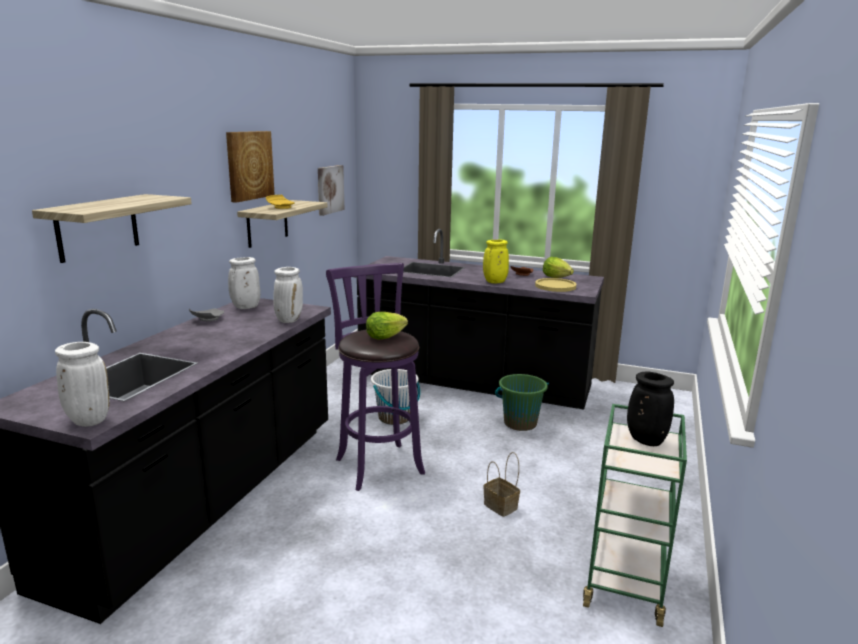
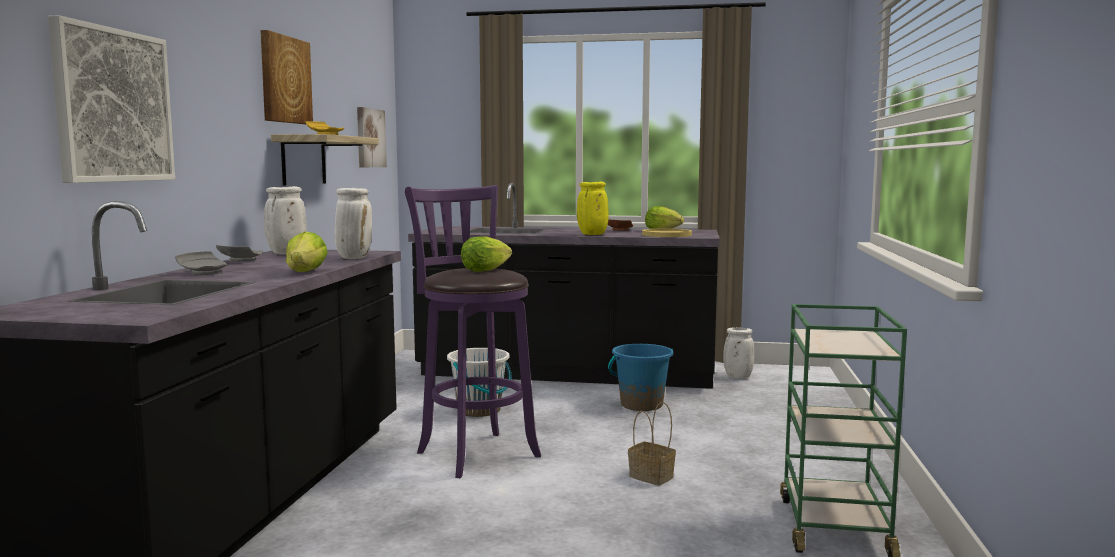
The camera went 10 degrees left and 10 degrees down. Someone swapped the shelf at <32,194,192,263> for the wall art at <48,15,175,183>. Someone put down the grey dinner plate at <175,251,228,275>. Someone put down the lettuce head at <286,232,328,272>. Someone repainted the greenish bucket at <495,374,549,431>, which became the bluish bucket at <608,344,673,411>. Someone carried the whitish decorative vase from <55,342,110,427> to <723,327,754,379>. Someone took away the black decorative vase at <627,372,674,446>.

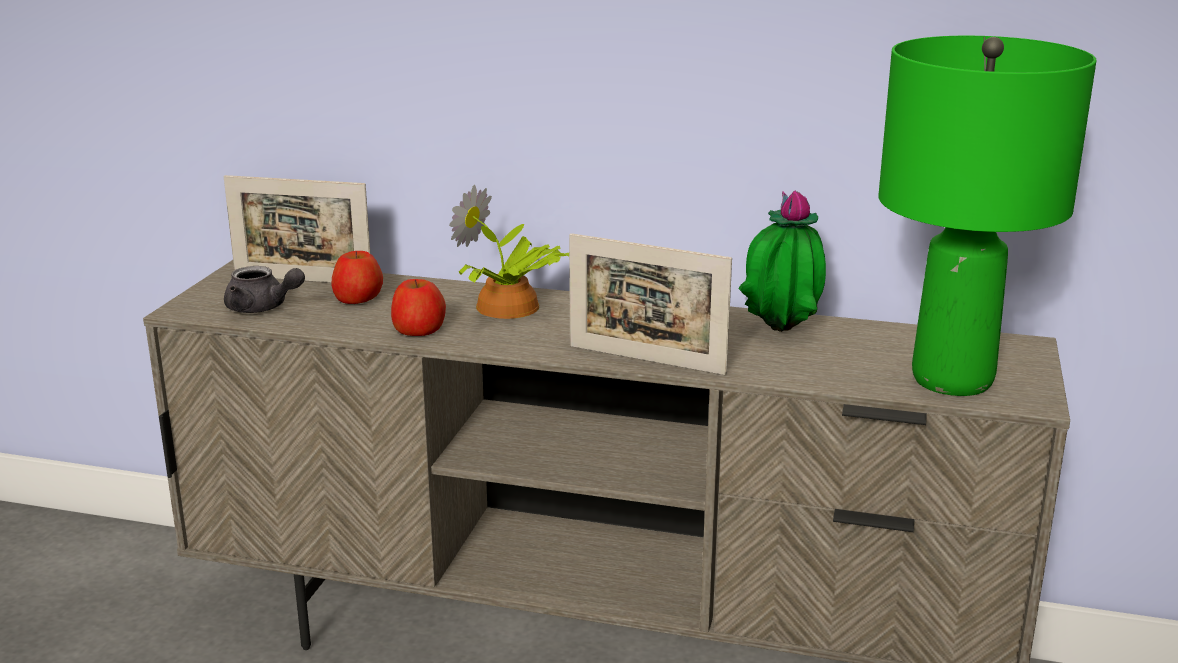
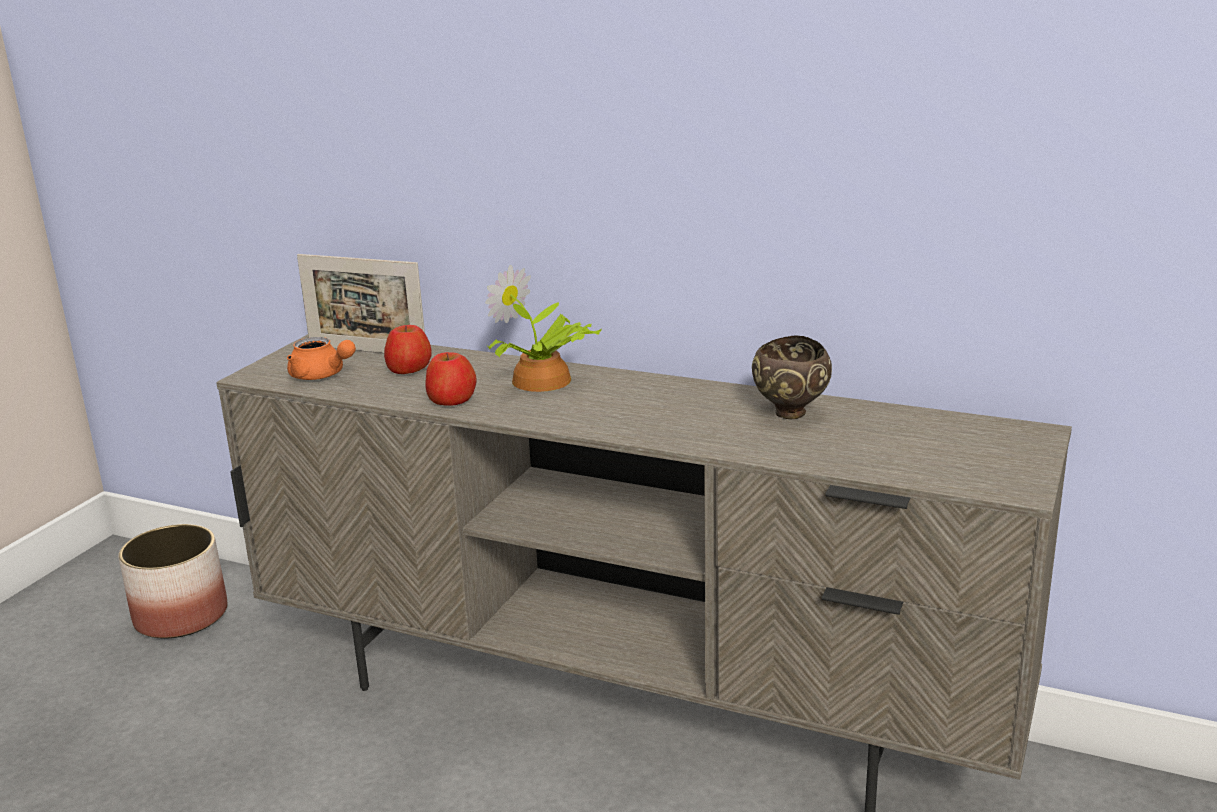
The camera went 10 degrees right and 0 degrees up. Someone put down the planter at <118,524,228,639>. Someone repainted the grey tea pot at <224,266,305,313>, which became the orange tea pot at <287,337,356,380>. Someone swapped the plant in a pot at <738,190,826,332> for the brown deep dish at <752,335,832,419>. Someone took away the picture frame at <569,233,732,375>. Someone took away the greenish table lamp at <878,36,1097,396>.

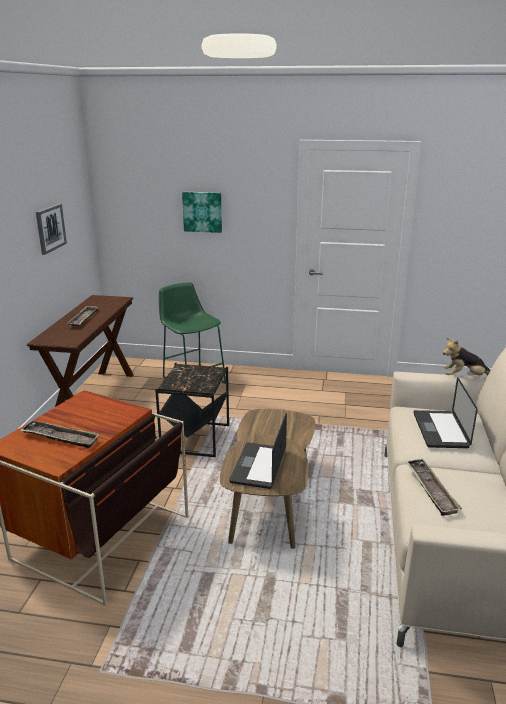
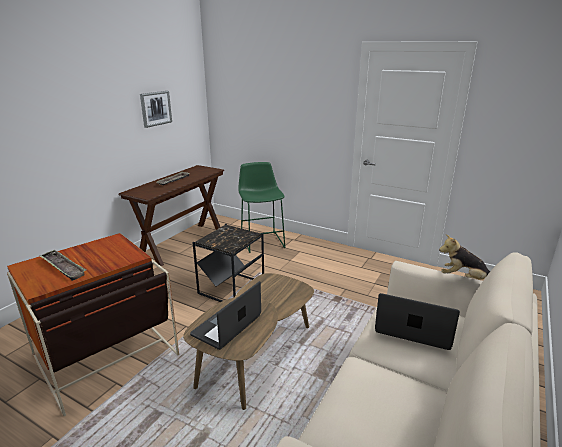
The camera went 20 degrees right and 0 degrees up. Someone rotated the portable computer at <413,377,478,448> by 90 degrees clockwise. Someone took away the wall art at <182,192,222,233>. Someone took away the carrying tray at <405,459,462,516>.

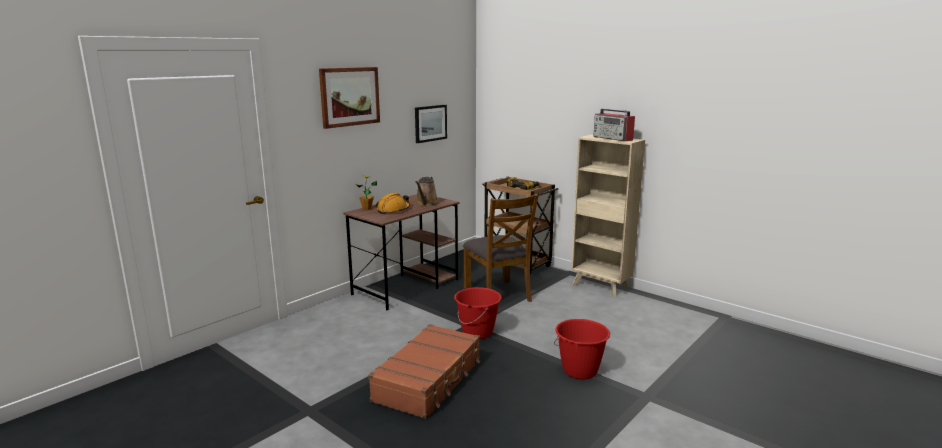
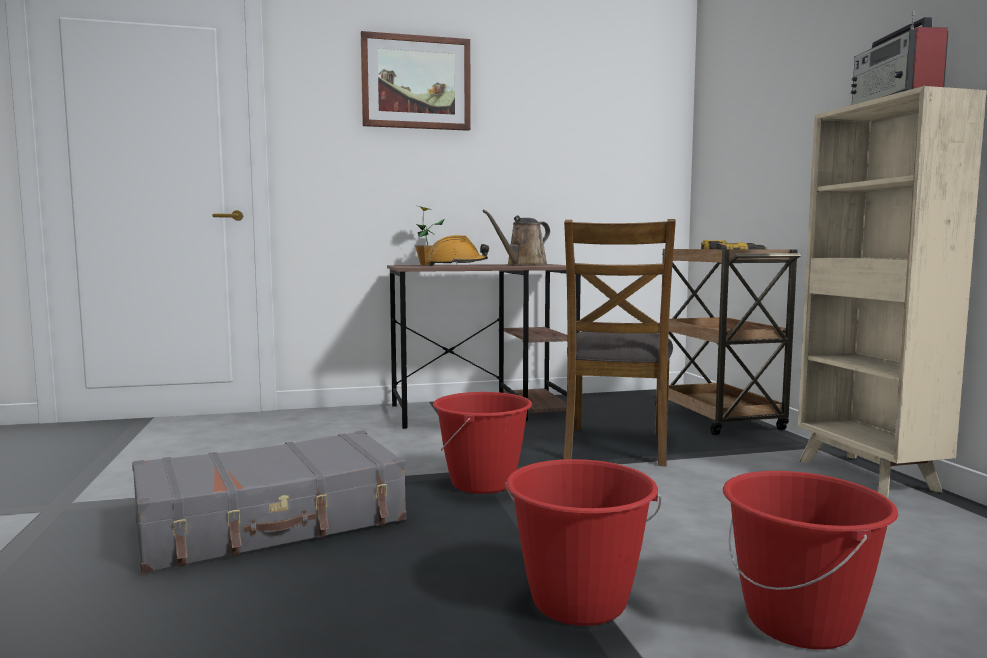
The camera went 35 degrees right and 10 degrees down. Someone repainted the brown travel case at <368,324,480,419>, which became the grey travel case at <132,431,406,574>. Someone put down the red-coloured bucket at <723,471,898,650>. Someone took away the wall art at <415,105,447,143>.

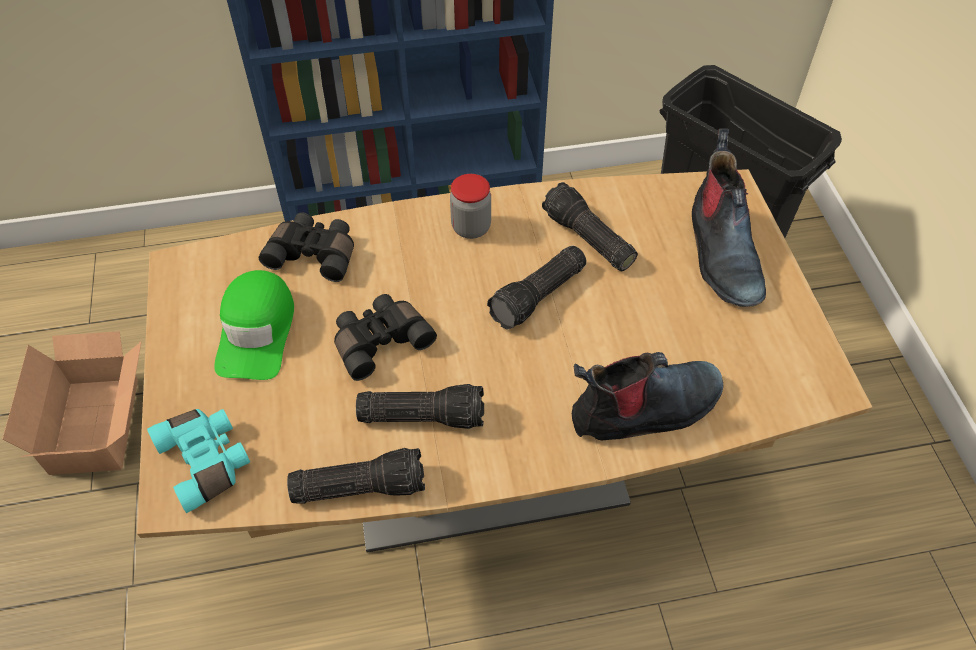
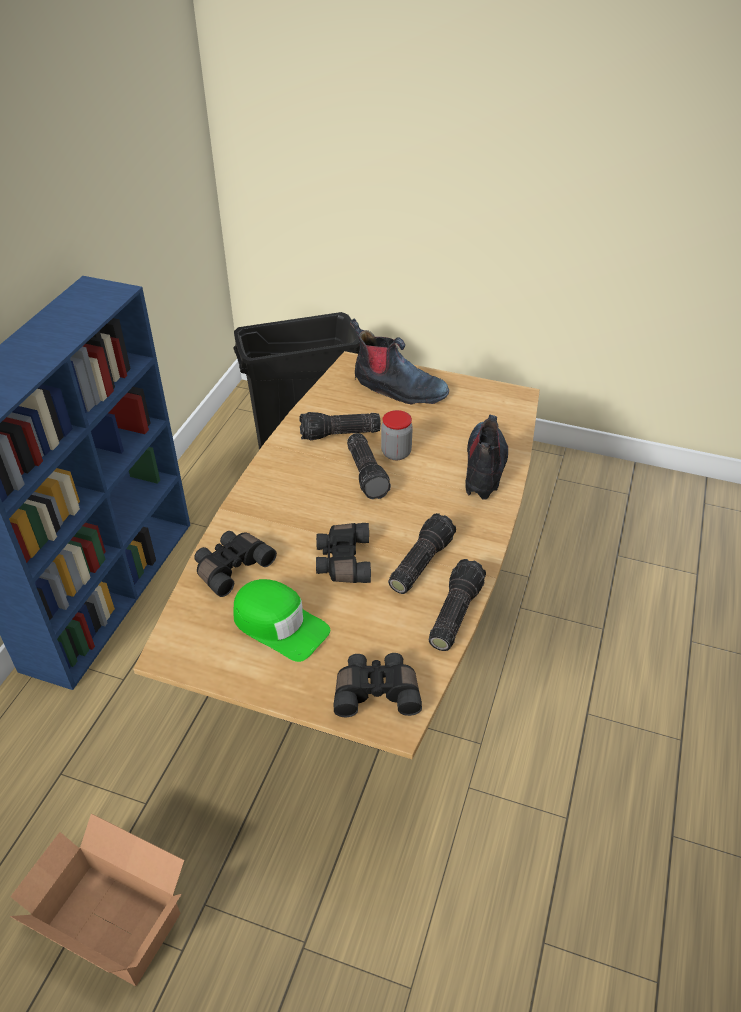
The camera went 60 degrees left and 10 degrees down. Someone repainted the turquoise-coloured field glasses at <147,409,250,513>, which became the black field glasses at <334,653,422,717>. Someone carried the storage jar from <450,174,491,239> to <381,410,413,460>.

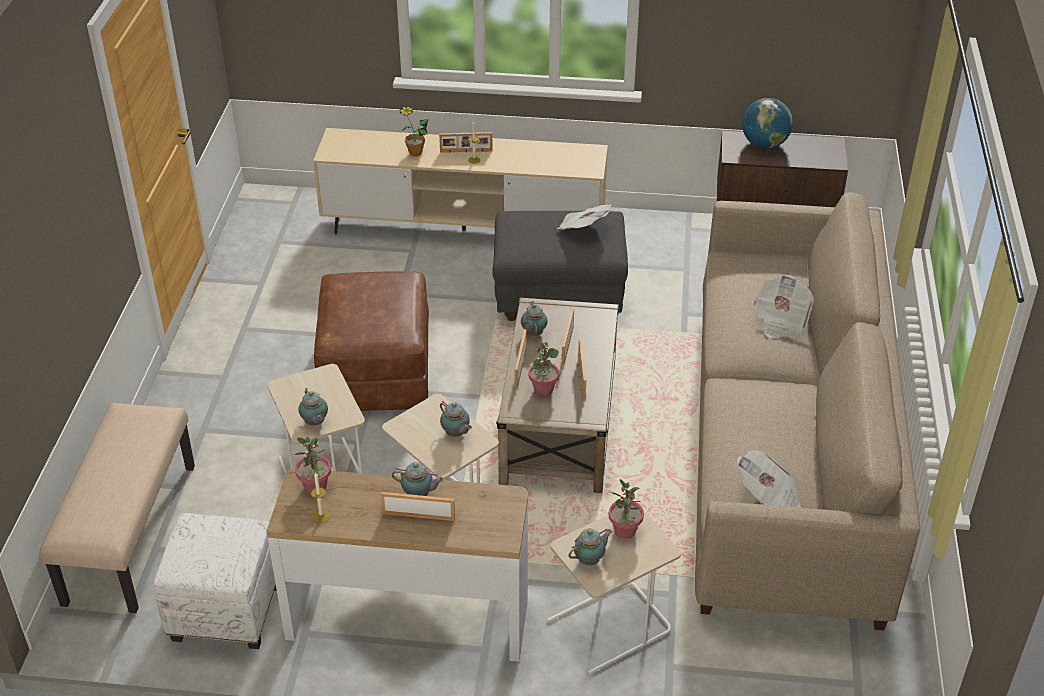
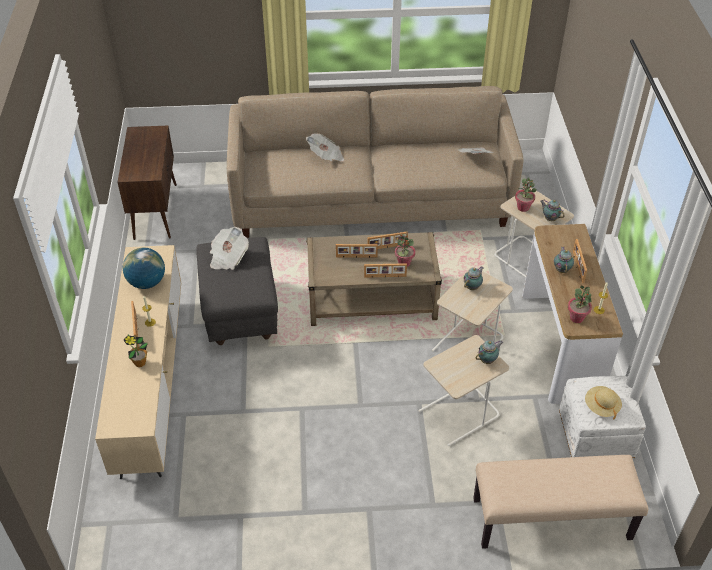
The camera went 100 degrees left and 5 degrees up. Someone carried the desk globe from <742,98,793,149> to <122,247,165,289>. Someone put down the sand-coloured clothing hat at <585,386,622,420>. Someone took away the brown ottoman at <314,271,429,411>. Someone took away the tea pot at <521,301,547,336>.

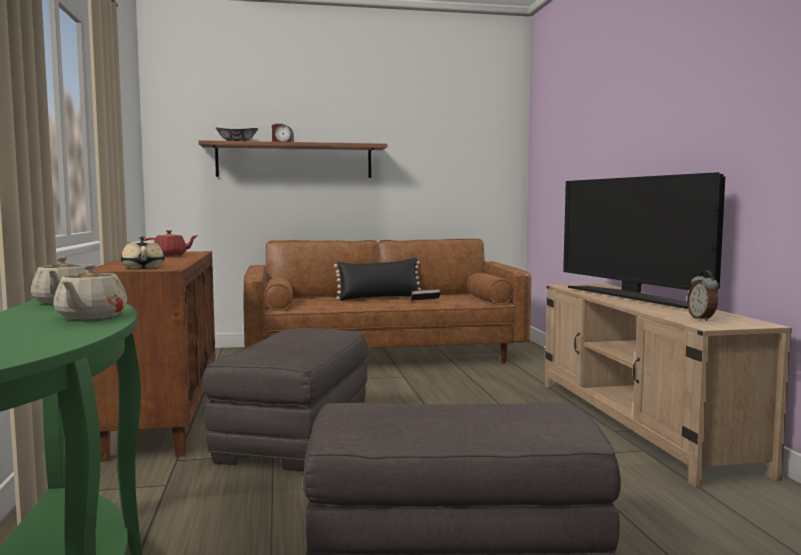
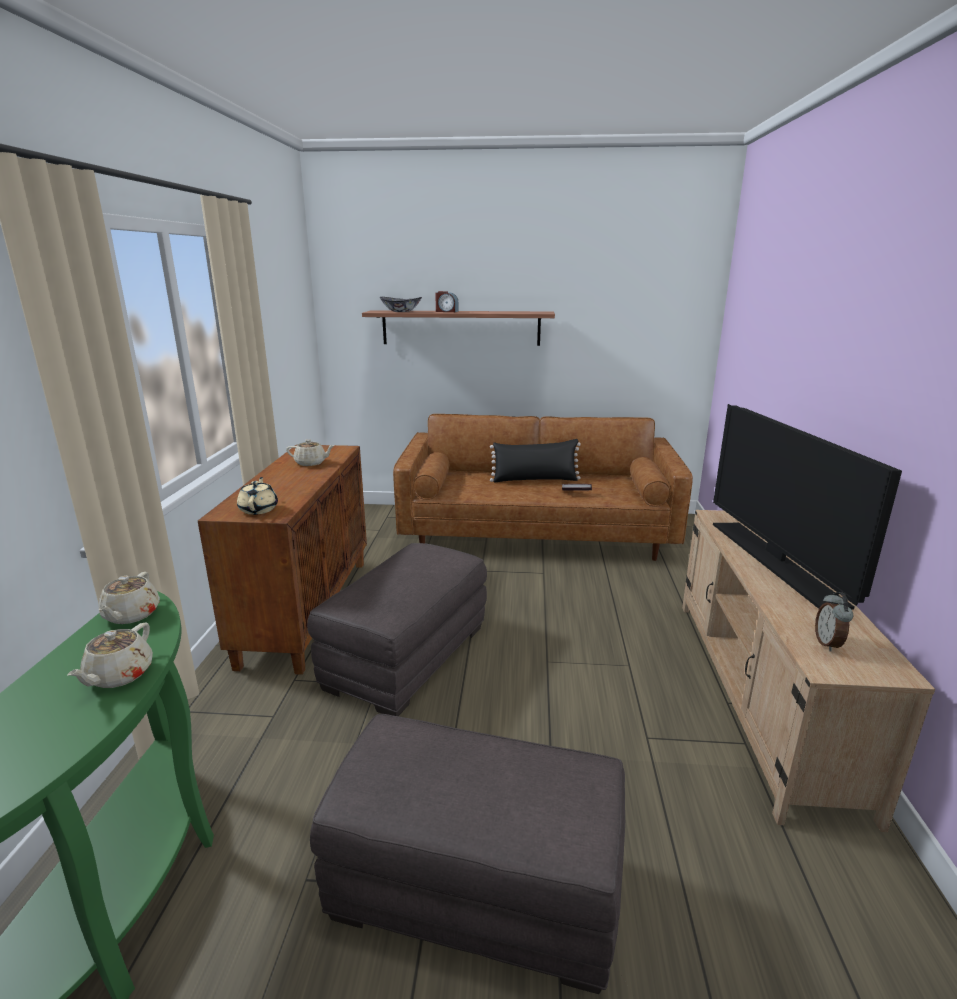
The camera went 15 degrees right and 15 degrees up. Someone repainted the red-coloured tea pot at <144,230,198,256>, which became the sand-coloured tea pot at <286,439,335,466>.

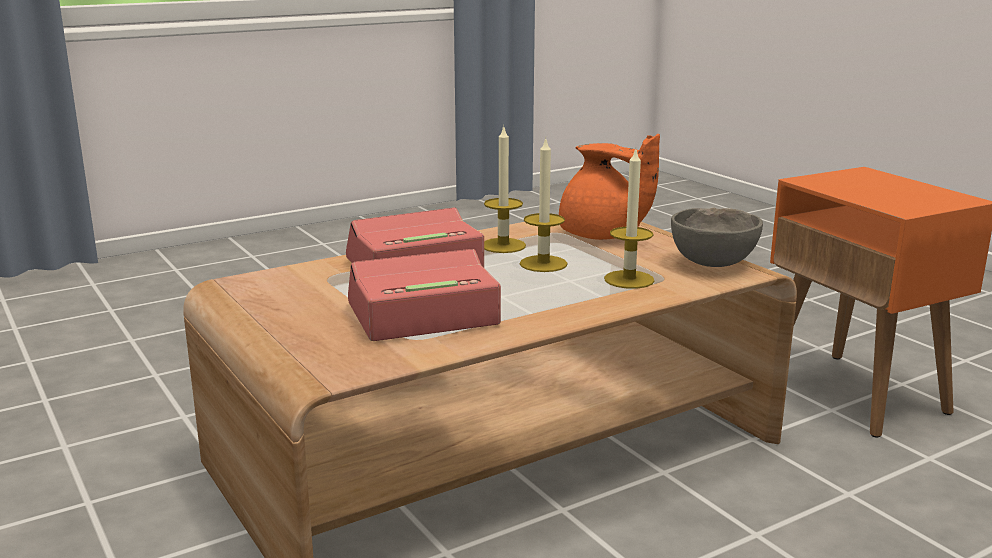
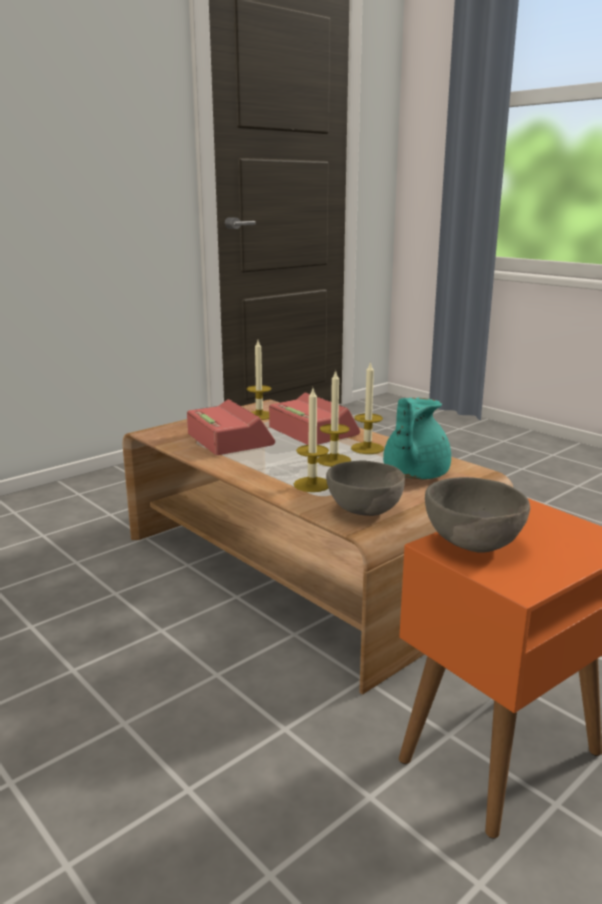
The camera went 80 degrees right and 0 degrees up. Someone put down the candle at <247,340,271,420>. Someone repainted the orange tea pot at <559,134,660,240>, which became the turquoise-coloured tea pot at <383,397,451,479>. Someone put down the grey deep dish at <425,477,530,553>.

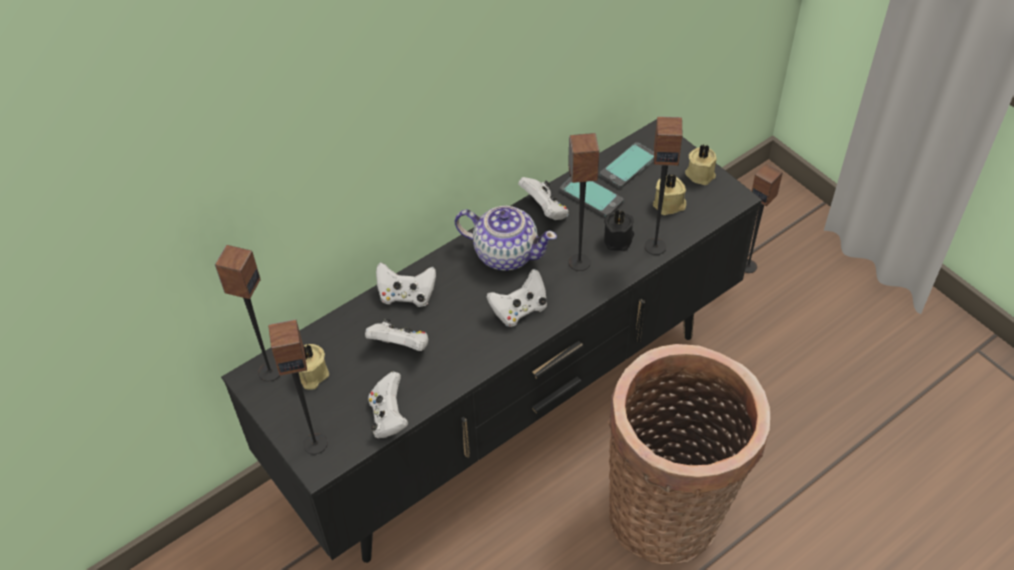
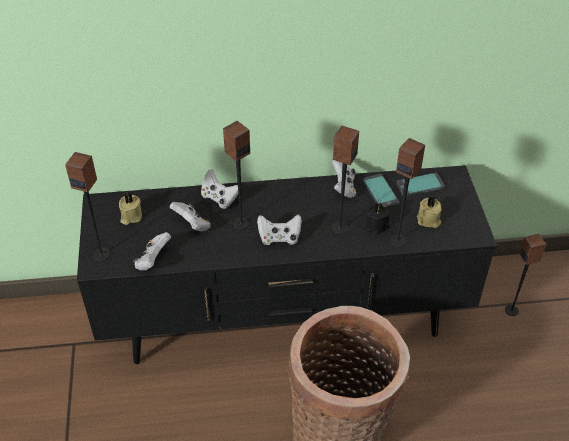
The camera went 30 degrees right and 5 degrees down. Someone carried the audio speaker from <215,245,280,381> to <223,121,250,230>. Someone took away the tea pot at <455,206,557,271>. Someone took away the sand-coloured candle at <685,144,717,185>.

